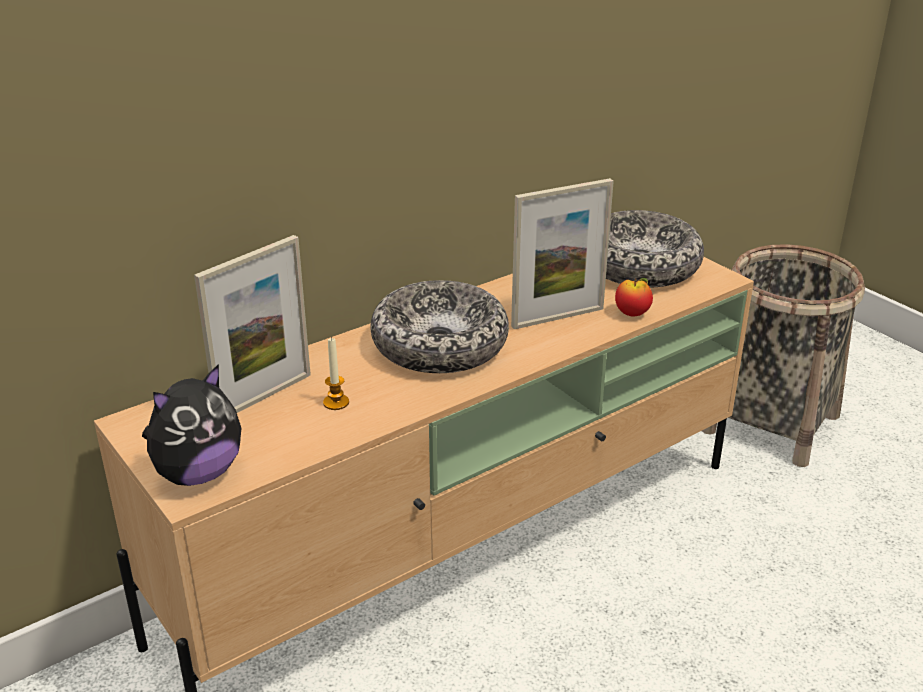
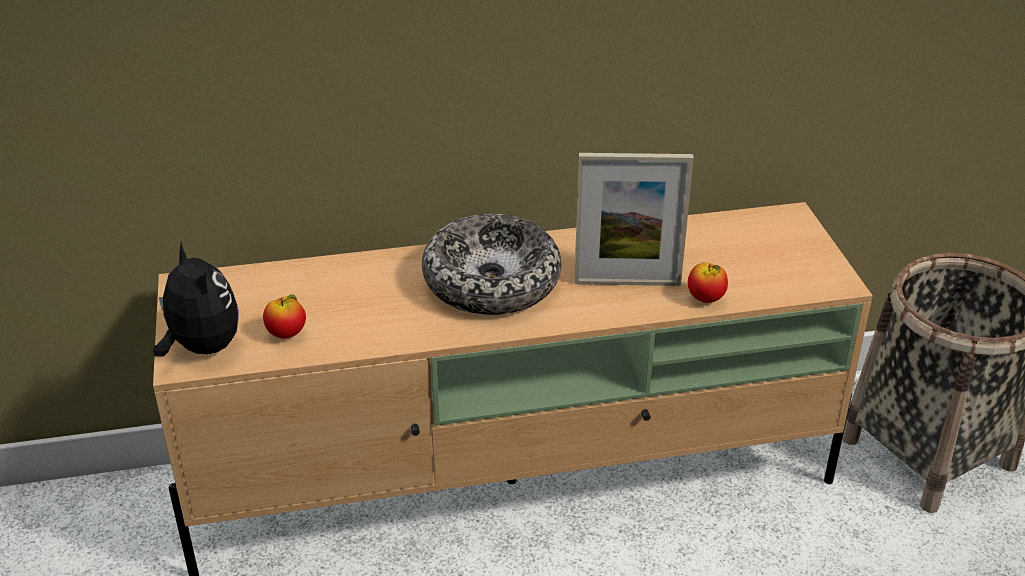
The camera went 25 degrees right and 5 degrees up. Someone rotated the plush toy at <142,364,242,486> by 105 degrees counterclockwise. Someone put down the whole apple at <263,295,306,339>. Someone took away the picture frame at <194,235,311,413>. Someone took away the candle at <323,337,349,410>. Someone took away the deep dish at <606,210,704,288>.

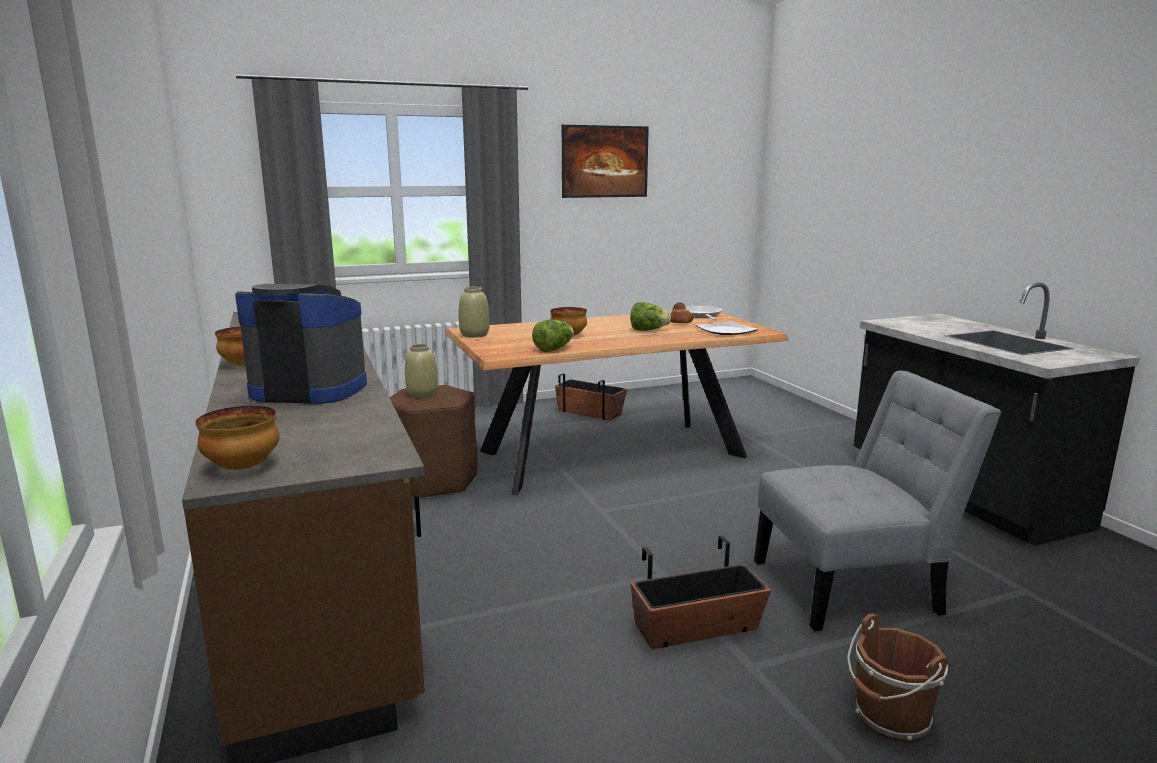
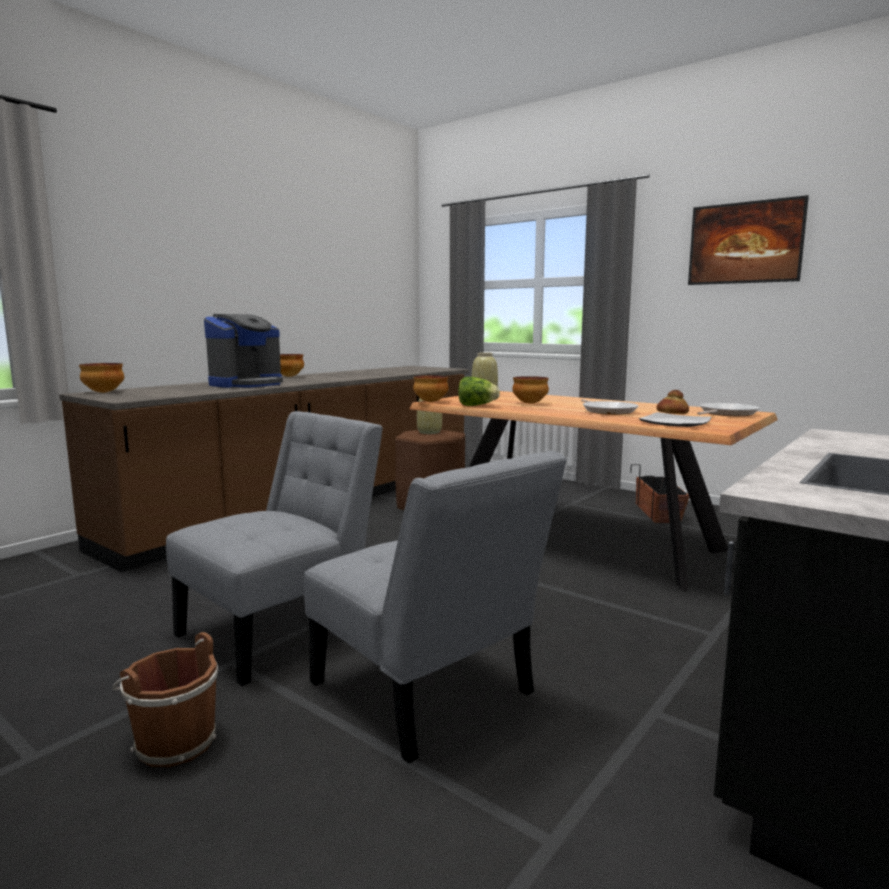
The camera went 60 degrees right and 5 degrees down. Someone swapped the planter at <630,536,771,649> for the grey upright chair at <166,411,383,686>. Someone rotated the coffee machine at <235,284,367,404> by 60 degrees clockwise. Someone put down the deep dish at <413,375,449,402>. Someone swapped the lettuce head at <631,302,671,331> for the frying pan at <581,399,638,415>.

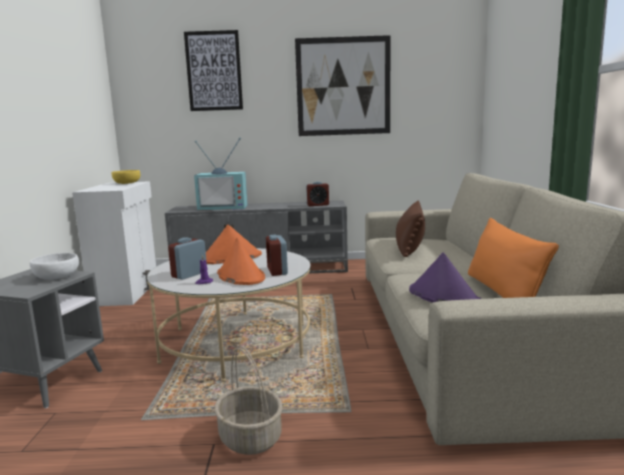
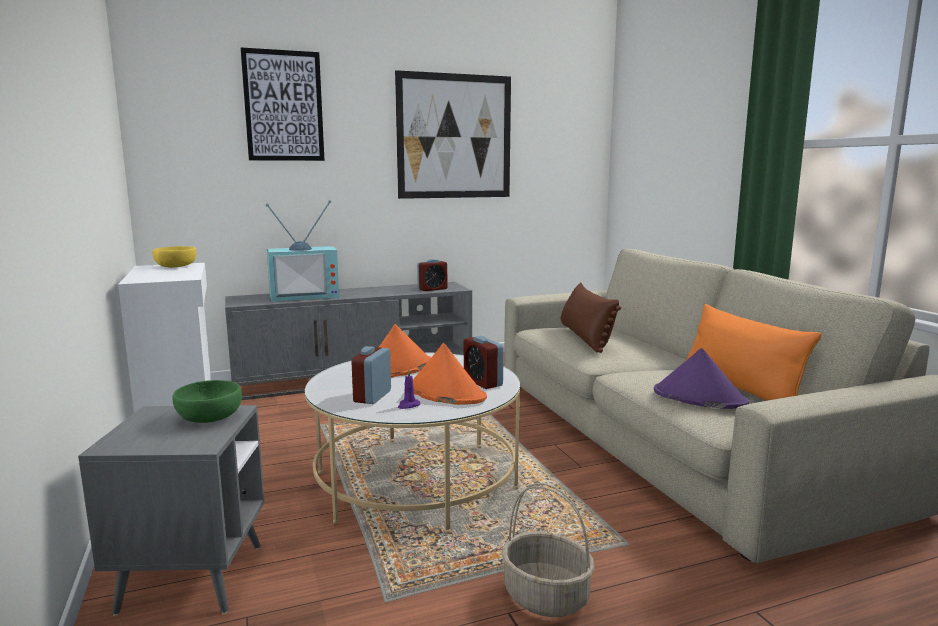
The camera went 20 degrees left and 0 degrees up. Someone repainted the whitish deep dish at <30,253,79,280>, which became the greenish deep dish at <172,380,242,423>.

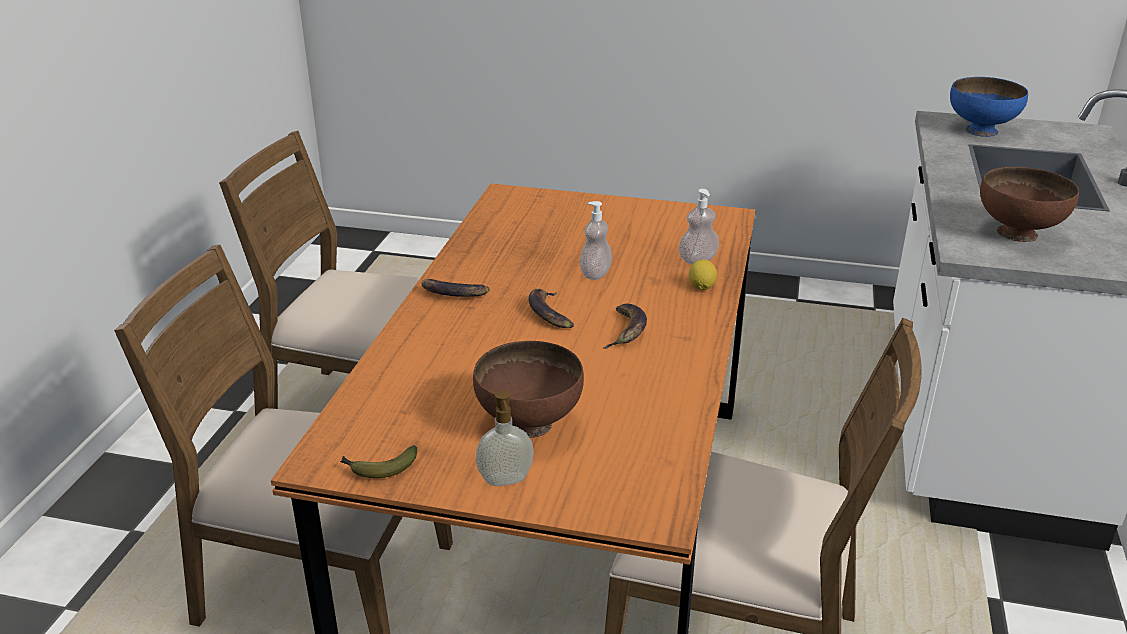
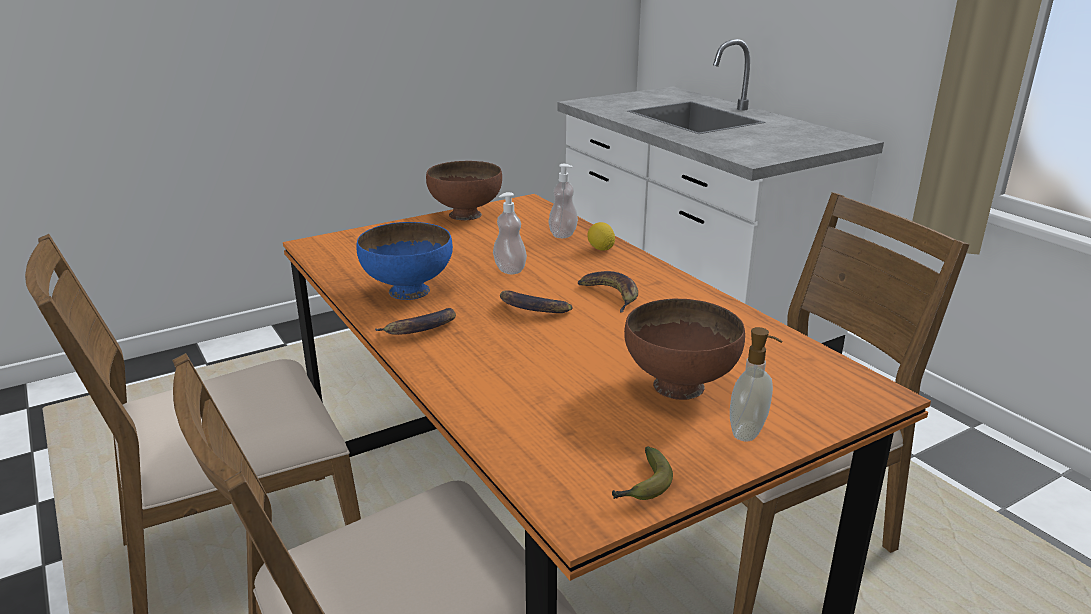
The camera went 45 degrees left and 5 degrees down. Someone carried the bluish deep dish from <950,77,1028,137> to <356,222,453,300>. Someone carried the brown deep dish from <980,166,1079,242> to <426,161,502,220>.

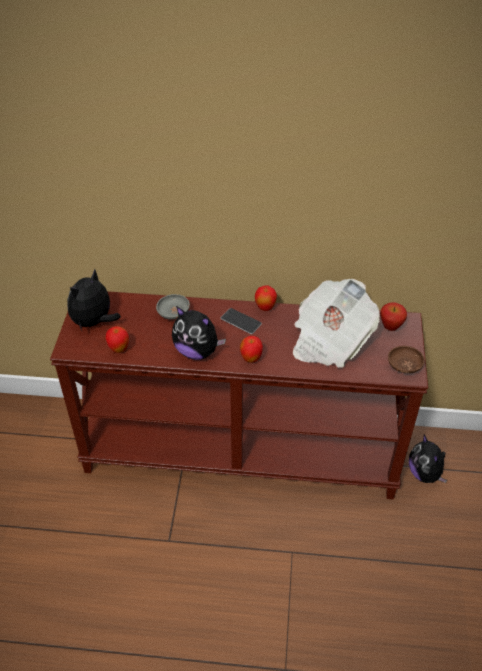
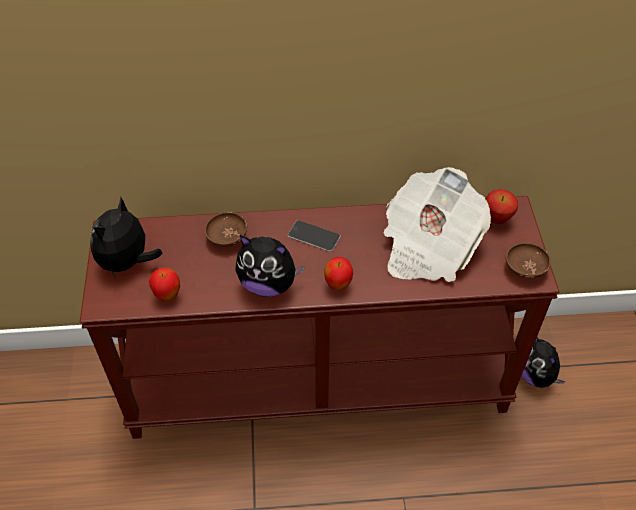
The camera went 10 degrees left and 5 degrees up. Someone repainted the grey deep dish at <156,294,190,319>, which became the brown deep dish at <204,212,247,247>. Someone took away the whole apple at <255,286,277,311>.

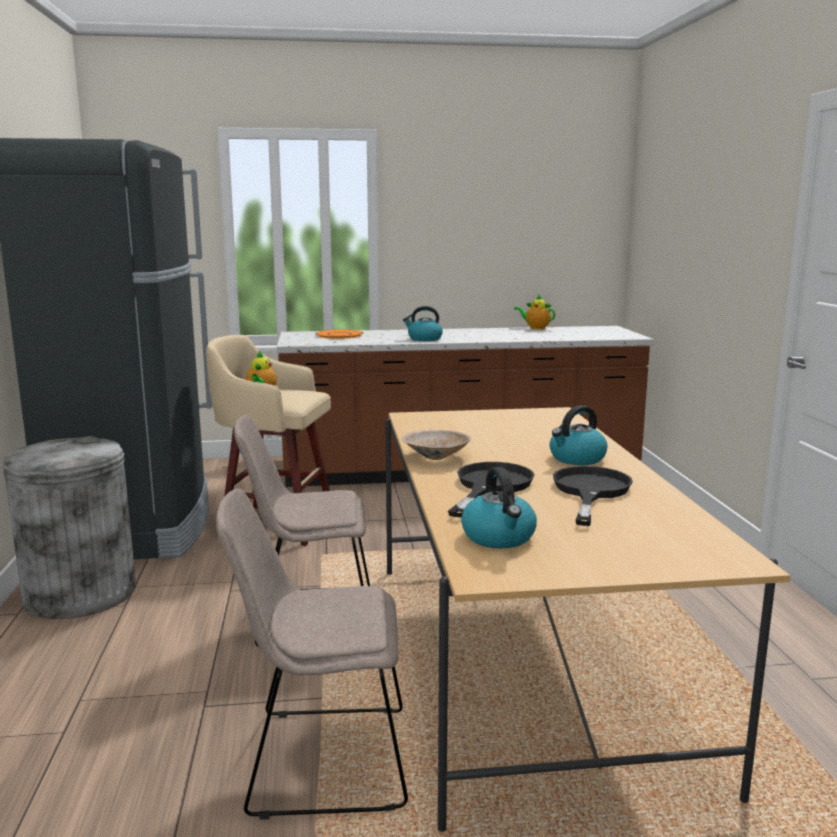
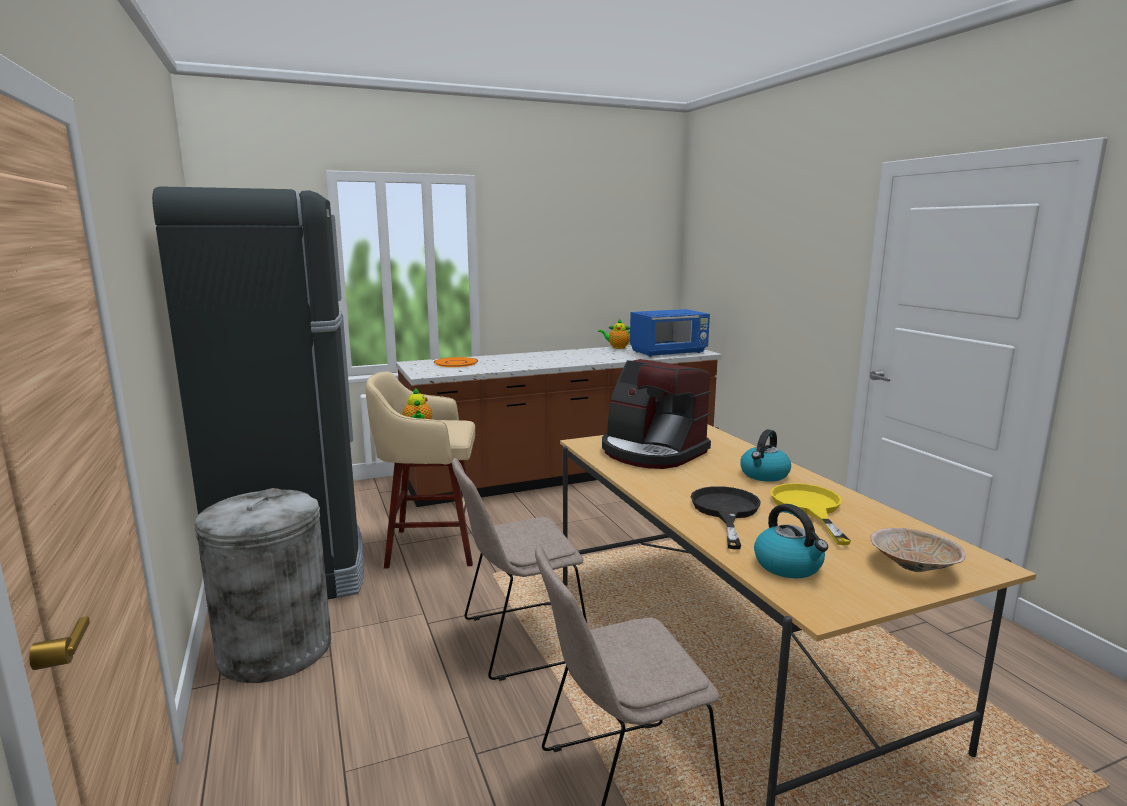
The camera went 15 degrees left and 0 degrees up. Someone put down the coffee machine at <602,359,711,469>. Someone put down the bluish kitchen microwave at <630,309,710,357>. Someone repainted the black frying pan at <553,466,633,526>, which became the yellow-coloured frying pan at <770,483,851,545>. Someone carried the sand-coloured deep dish from <402,430,471,460> to <870,528,966,572>. Someone took away the kettle at <403,306,443,341>.

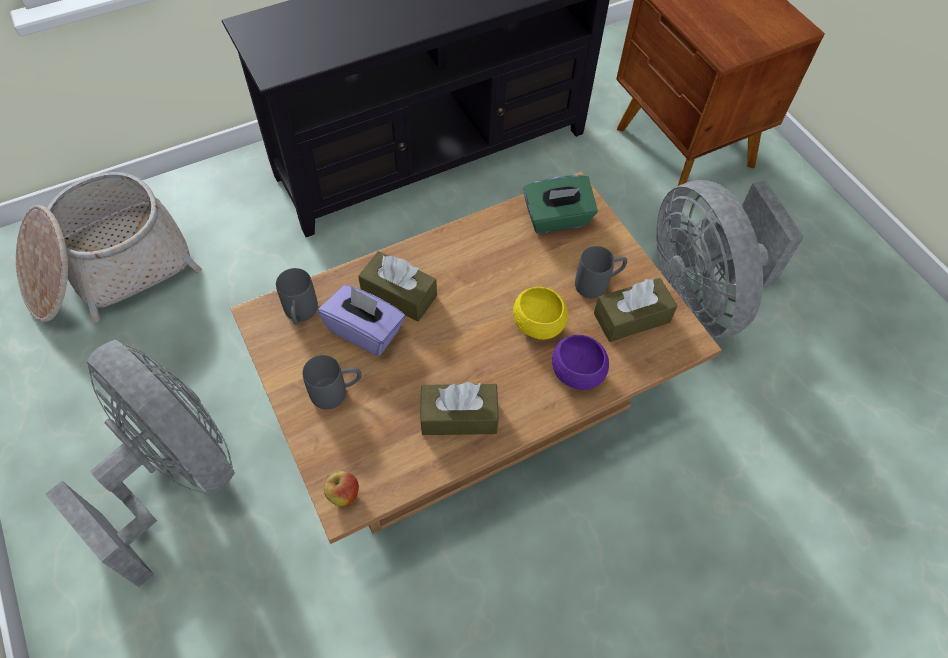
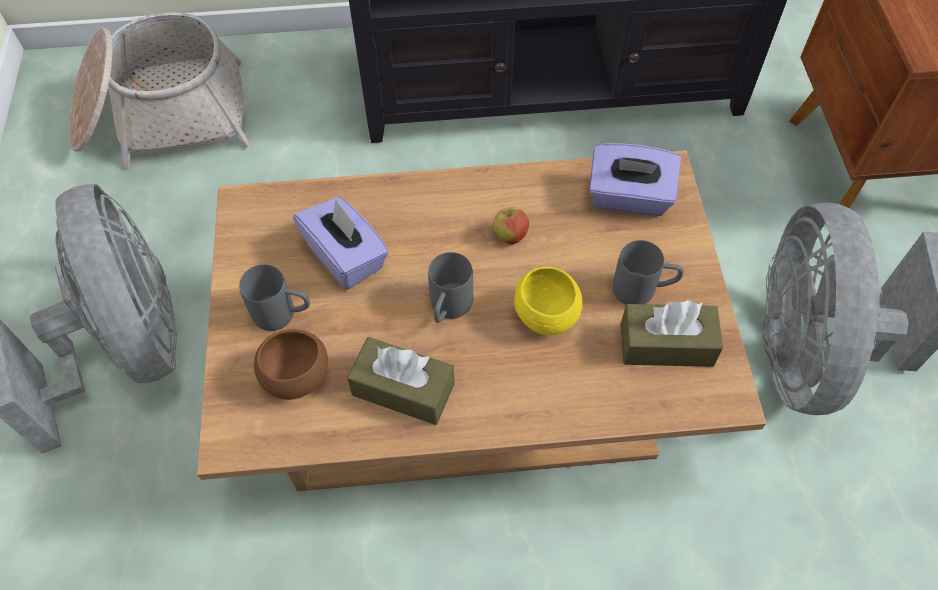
The camera went 25 degrees right and 0 degrees up. Someone put down the brown deep dish at <254,329,328,400>. Someone carried the grey coffee mug from <276,268,318,325> to <428,252,473,323>. Someone carried the whole apple from <324,471,359,507> to <493,205,529,245>. Someone repainted the greenish box of tissues at <523,175,598,233>, which became the purplish box of tissues at <589,143,681,216>. Someone took away the brown box of tissues at <358,251,437,321>. Someone took away the purplish deep dish at <552,335,609,390>.

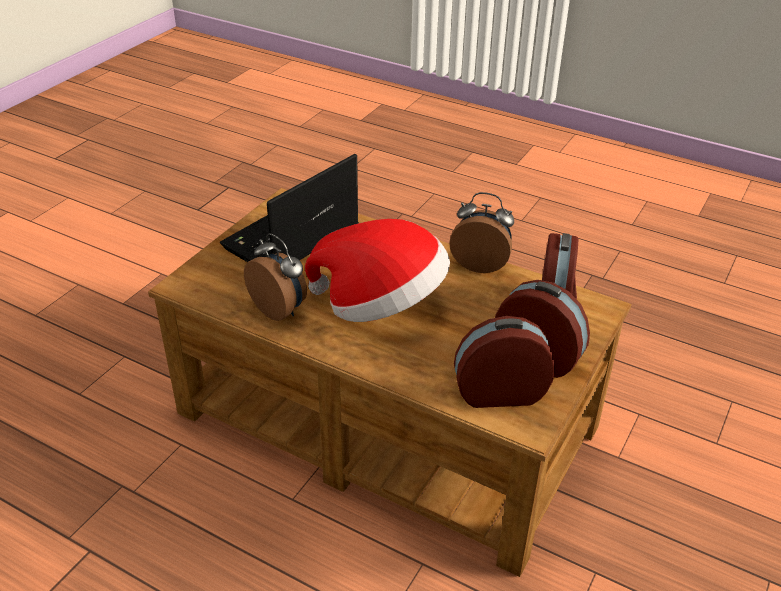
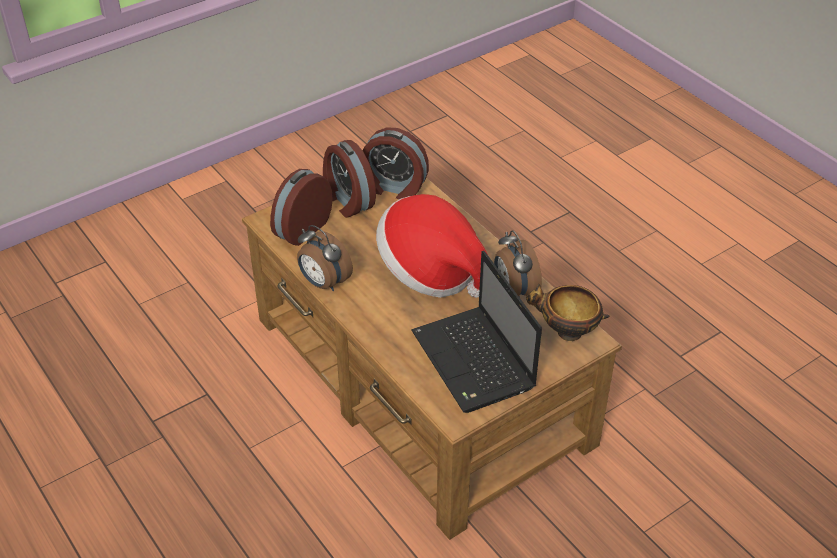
The camera went 155 degrees left and 5 degrees up. Someone rotated the portable computer at <220,154,359,262> by 90 degrees clockwise. Someone put down the deep dish at <526,284,609,341>.

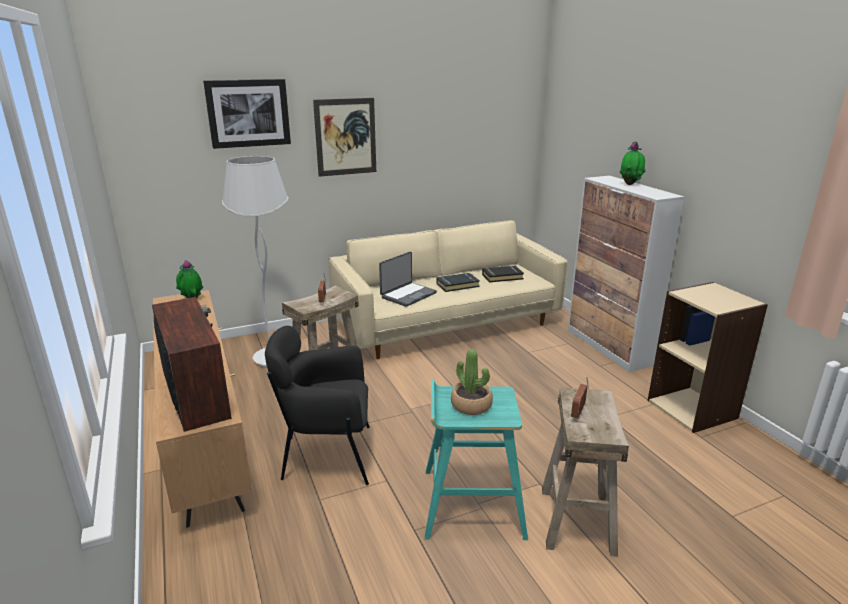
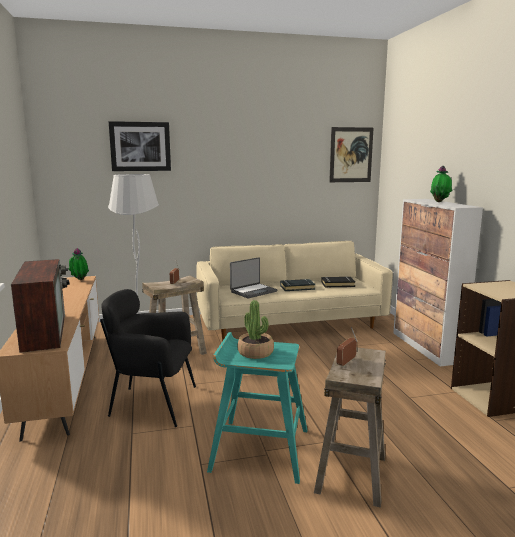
The camera went 10 degrees right and 10 degrees down. Someone carried the wall art from <313,98,376,177> to <329,127,373,182>.

